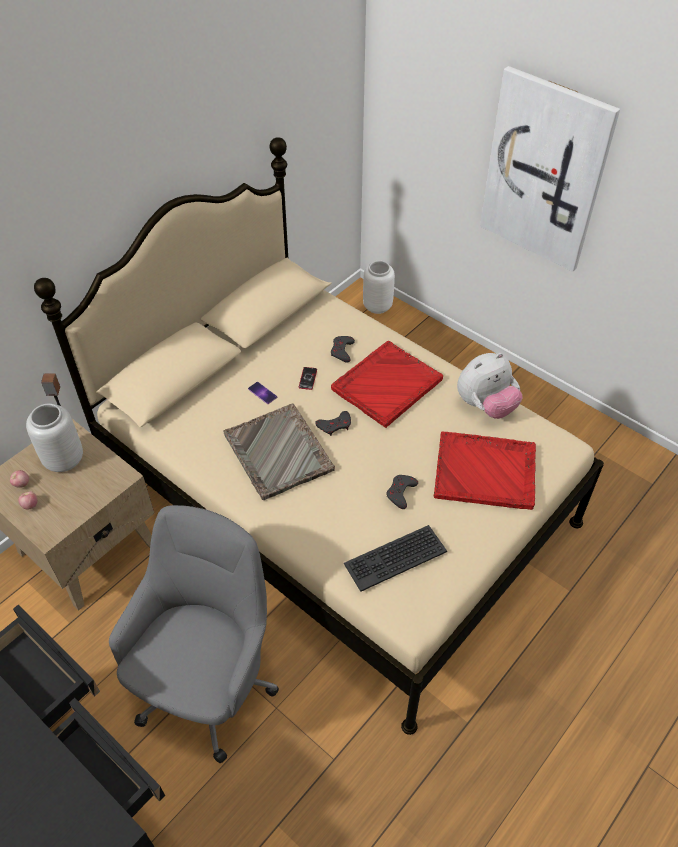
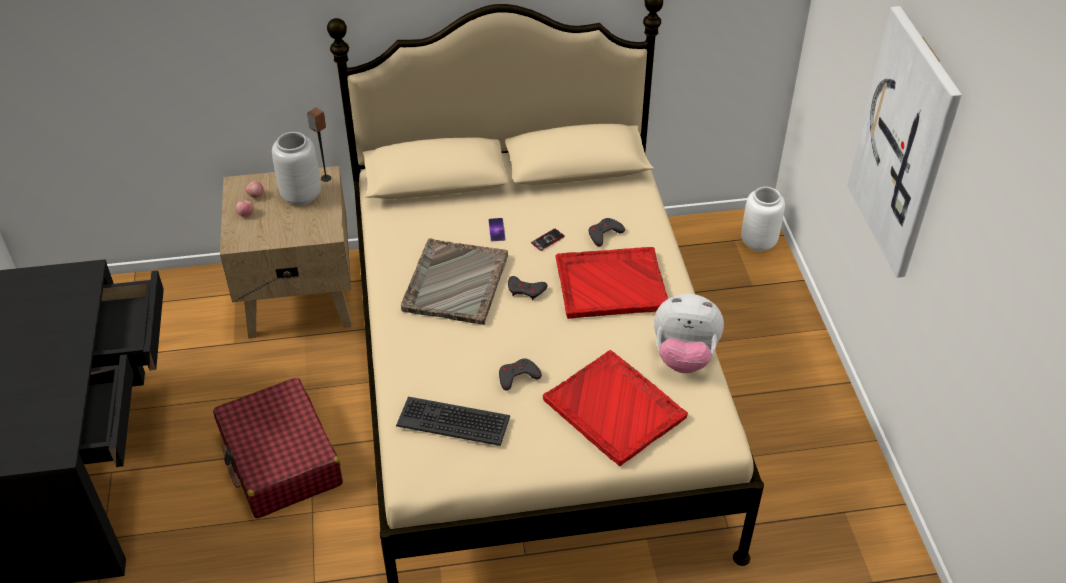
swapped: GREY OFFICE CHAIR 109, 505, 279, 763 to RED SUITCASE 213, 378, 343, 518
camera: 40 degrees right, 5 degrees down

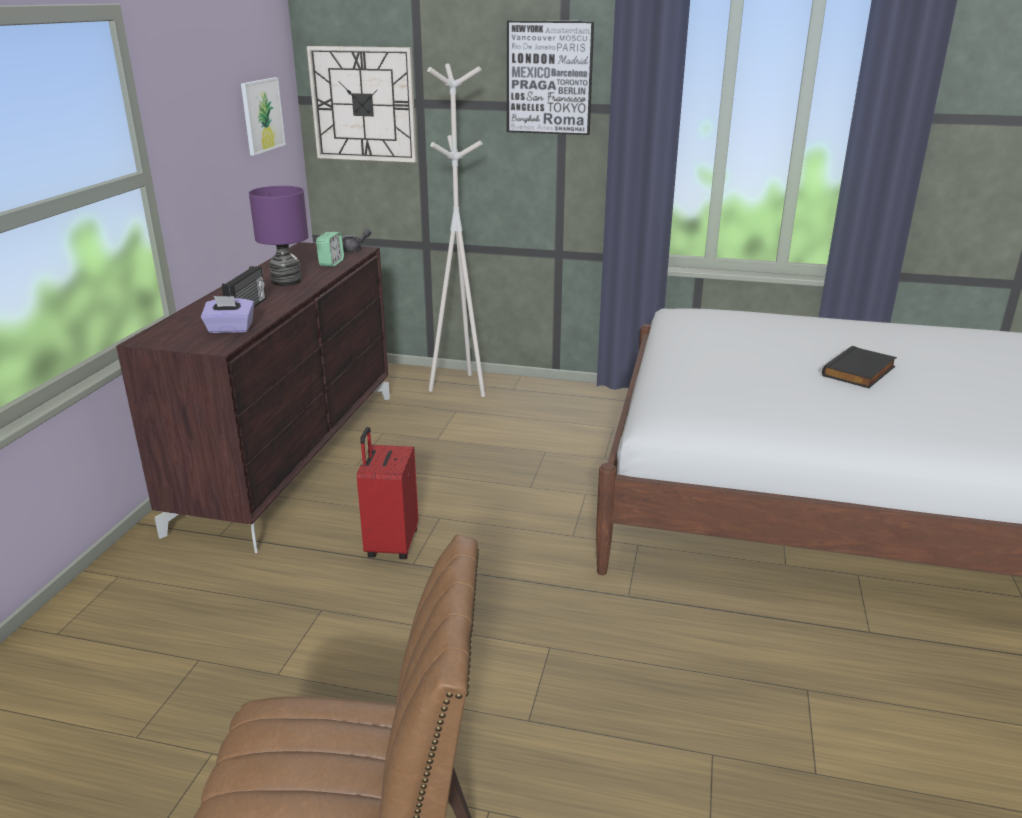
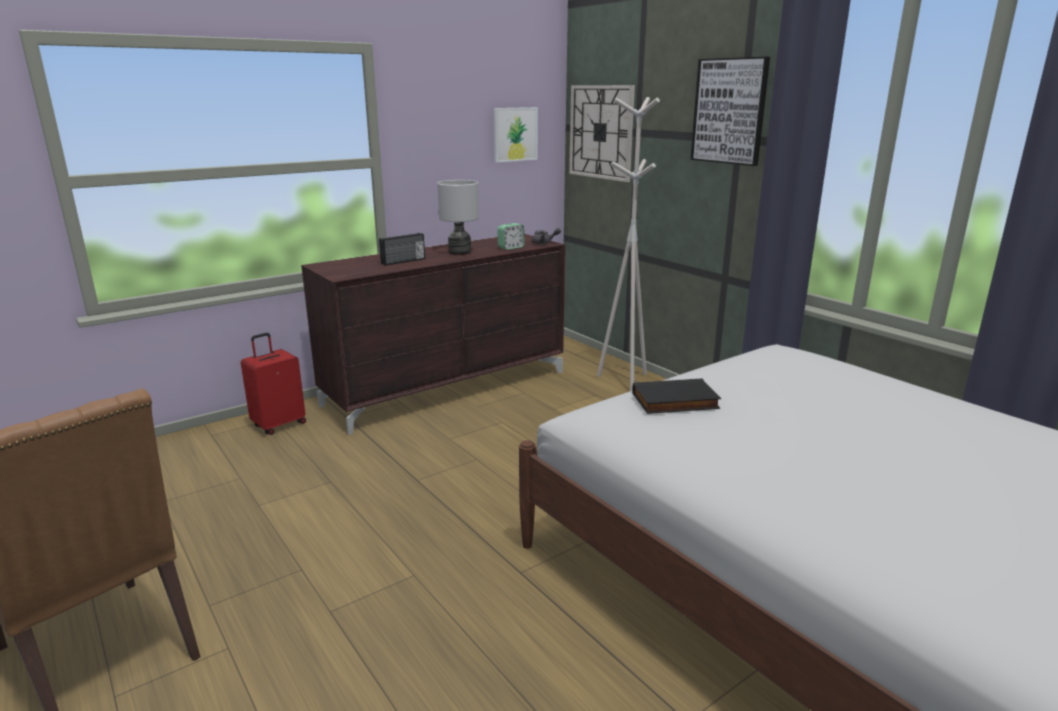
gone: PURPLE TISSUE BOX 201, 296, 254, 333
shifted: RED SUITCASE 357, 427, 418, 559 to 241, 333, 306, 435; BLACK BOOK 822, 346, 897, 388 to 632, 379, 721, 414
repainted: PURPLE TABLE LAMP 249, 186, 308, 286 to GREY TABLE LAMP 437, 180, 479, 255
camera: 40 degrees right, 5 degrees down

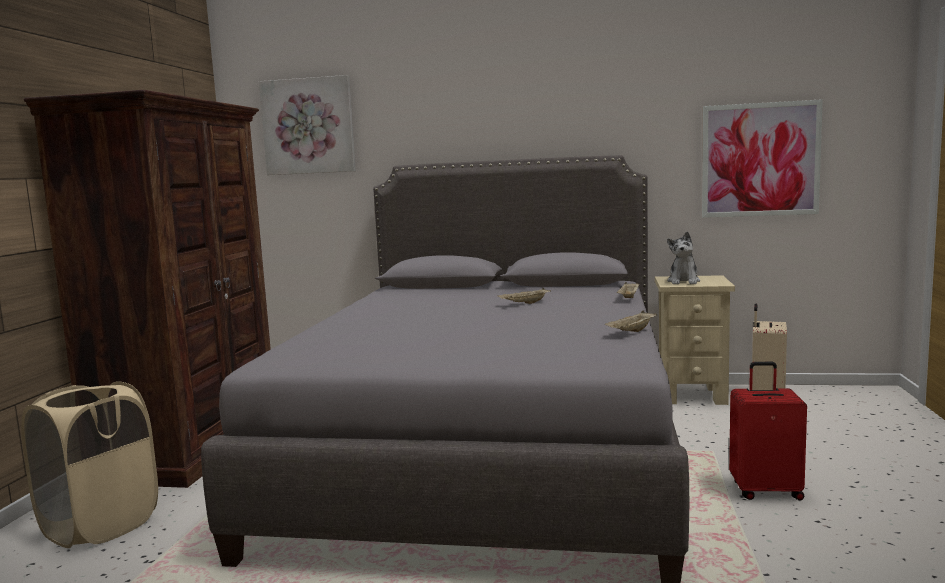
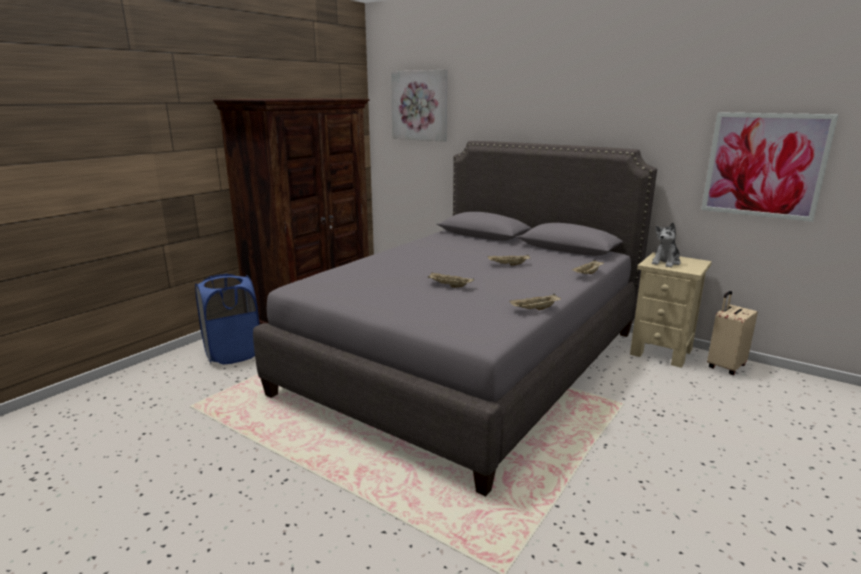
gone: RED SUITCASE 729, 362, 807, 500
new: BEIGE TRAY 428, 272, 474, 288
repainted: BEIGE LAUNDRY BASKET 21, 381, 158, 548 to BLUE LAUNDRY BASKET 195, 274, 260, 364
camera: 25 degrees right, 10 degrees up

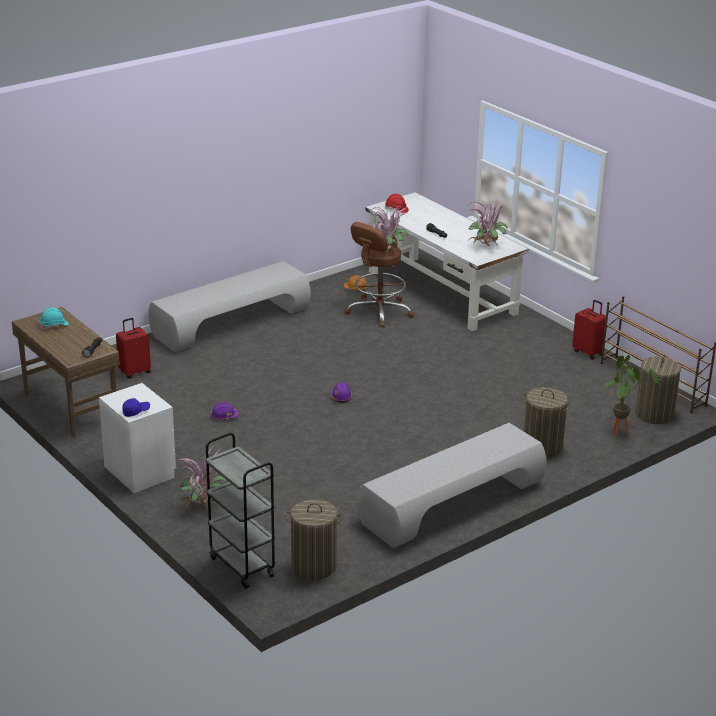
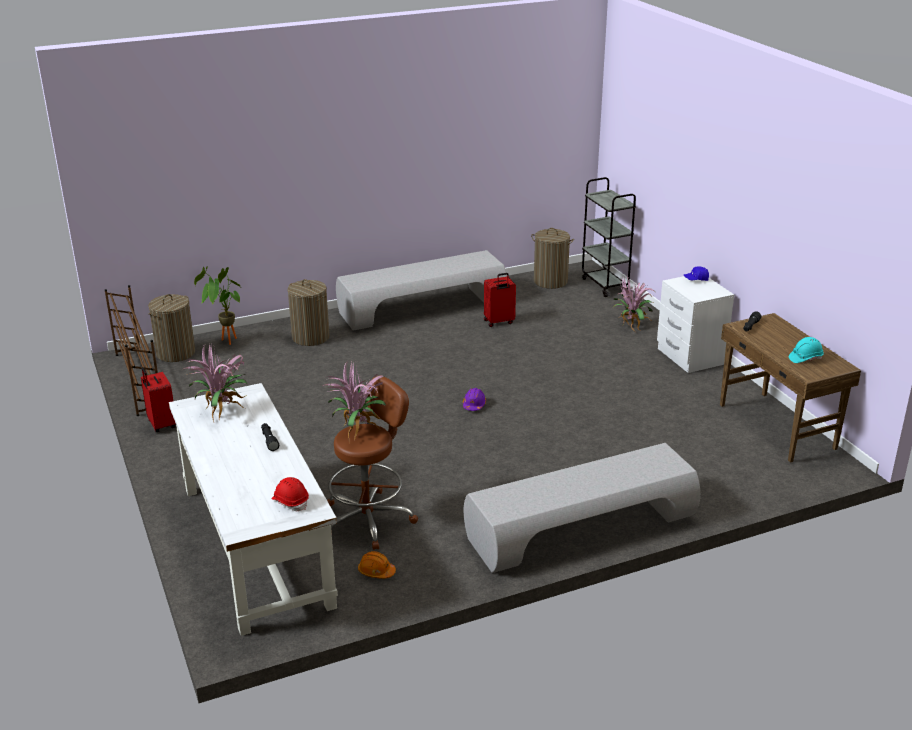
gone: PURPLE HARD HAT 211, 402, 240, 420
shifted: RED SUITCASE 116, 318, 151, 379 to 484, 273, 516, 327
camera: 165 degrees left, 0 degrees up

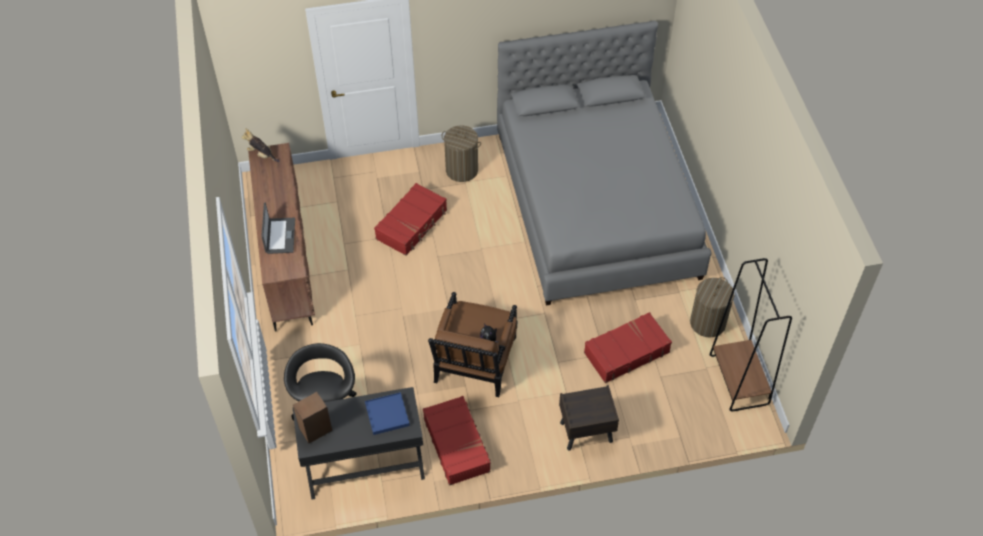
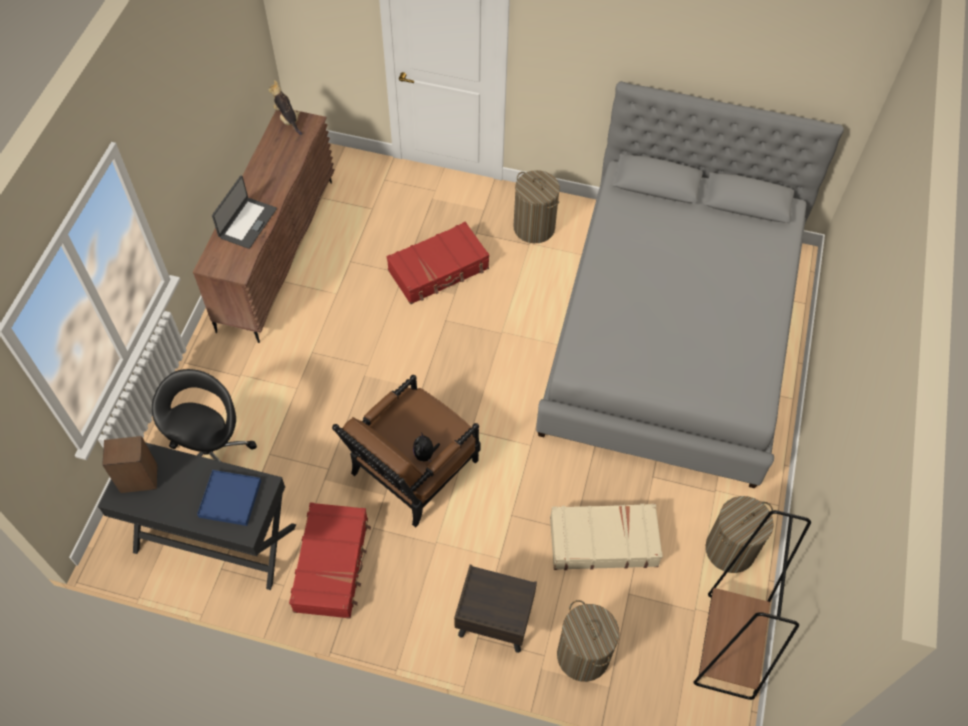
new: LAUNDRY BASKET 557, 600, 619, 682
repainted: RED SUITCASE 584, 312, 672, 383 to BEIGE SUITCASE 550, 503, 663, 570
camera: 25 degrees right, 5 degrees up

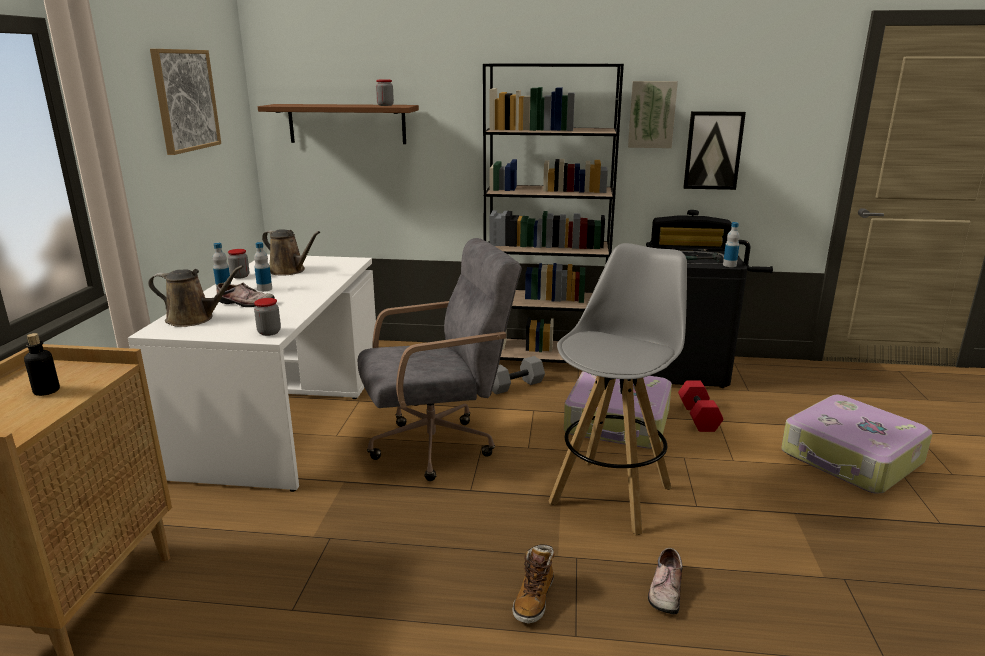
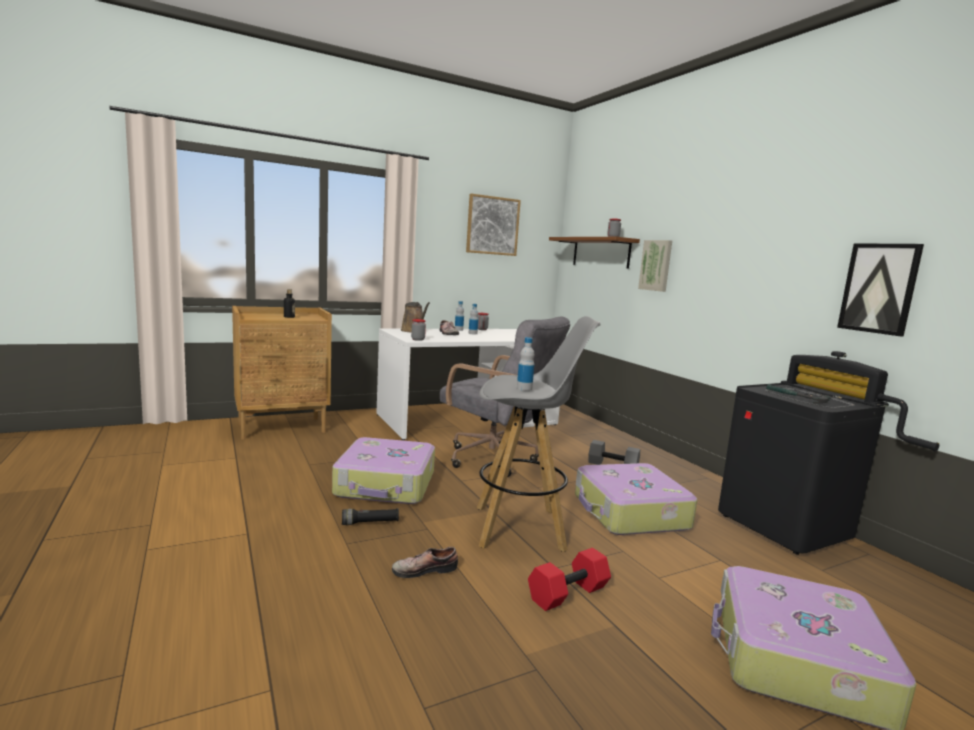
gone: BROWN WATERING CAN 262, 229, 320, 276; BEIGE BOOKCASE 483, 64, 624, 363
new: SUITCASE 332, 437, 435, 504
shifted: BOTTLE 723, 222, 740, 267 to 517, 337, 535, 391; RED DUMBBELL 678, 381, 724, 432 to 528, 548, 611, 611; PICTURE 628, 81, 678, 148 to 638, 240, 672, 292
swapped: BOOT 512, 545, 555, 624 to BLACK FLASHLIGHT 342, 508, 399, 525
camera: 55 degrees right, 10 degrees down

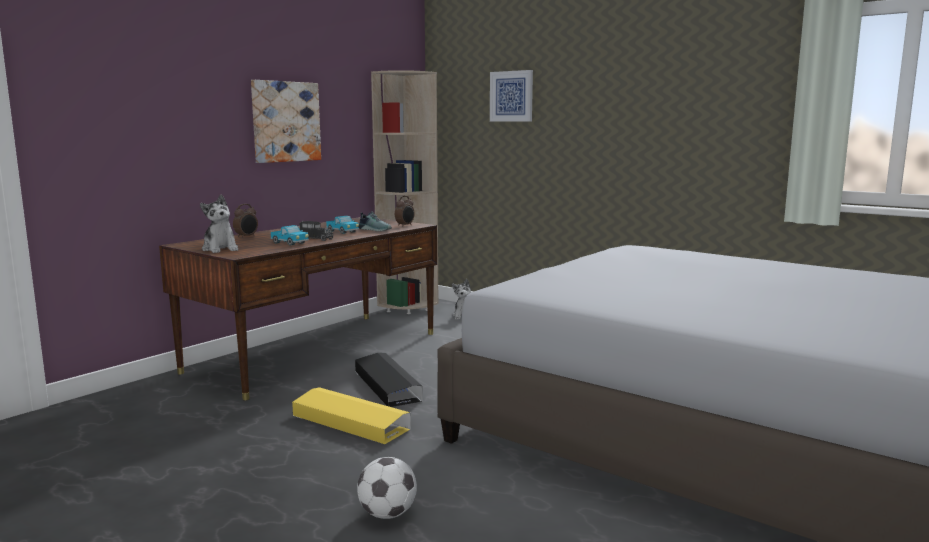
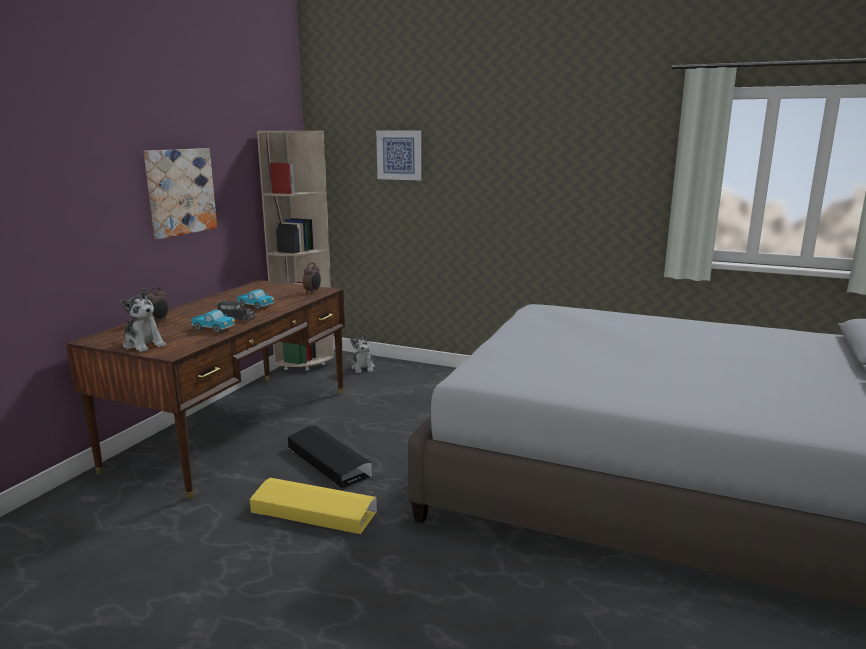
gone: FOOTBALL 357, 457, 417, 519; SHOE 359, 211, 392, 231
camera: 15 degrees left, 5 degrees up

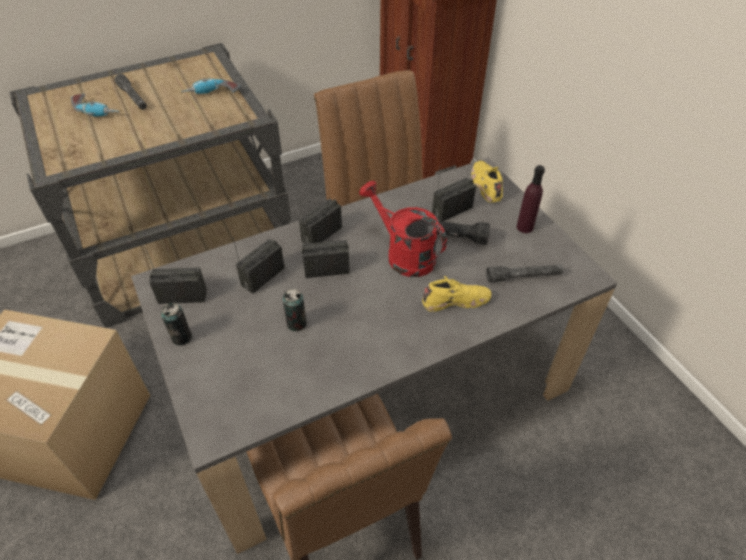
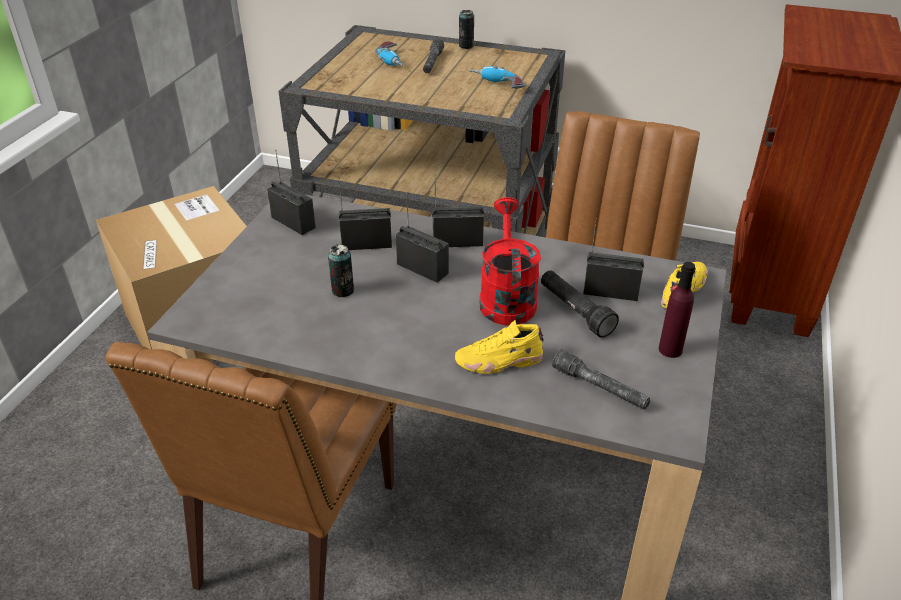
shifted: CAN 161, 303, 192, 346 to 459, 10, 474, 49
rotated: YELLOW SHOE 422, 276, 491, 312 = 455, 319, 544, 374 135 degrees clockwise
camera: 45 degrees right, 10 degrees down

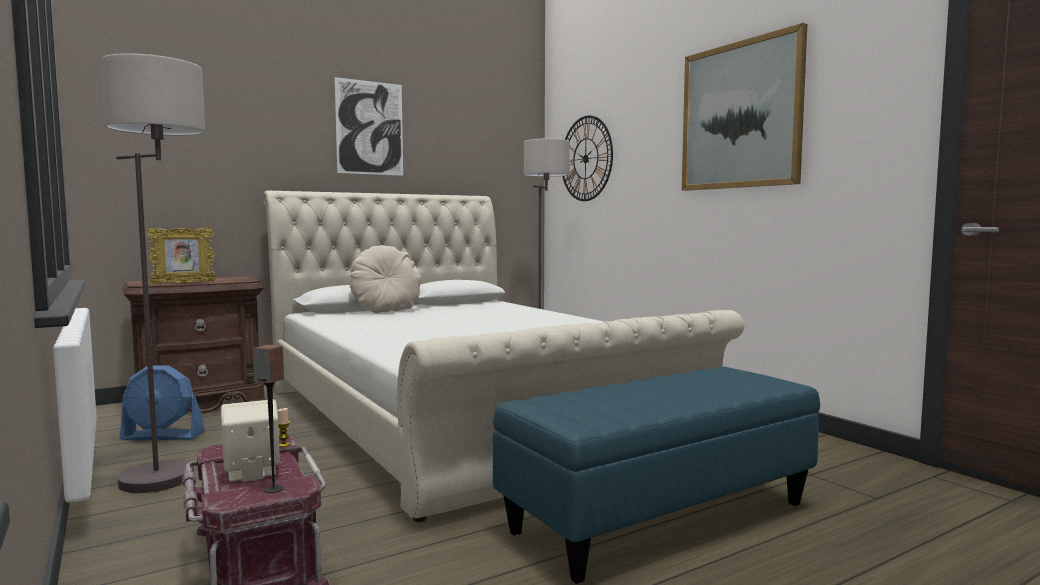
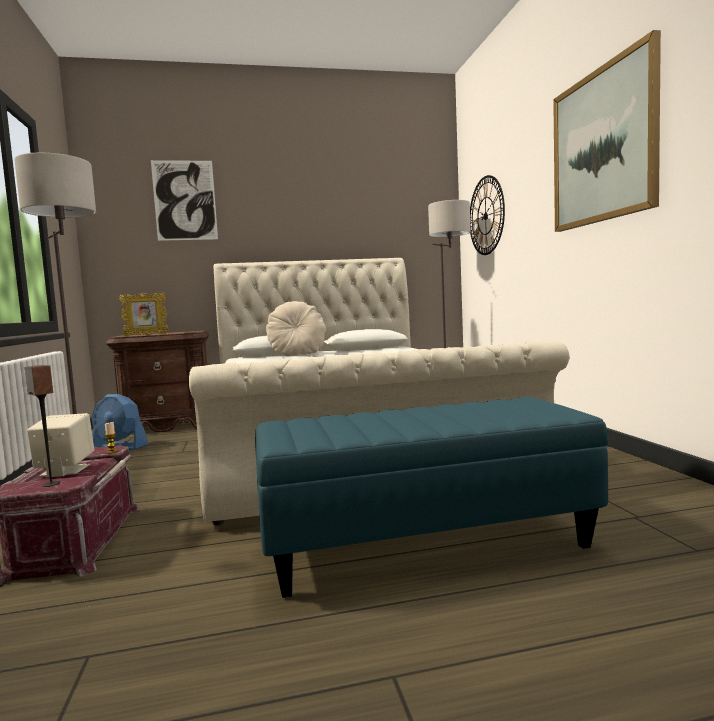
shifted: PICTURE 335, 77, 403, 176 to 151, 160, 218, 241
camera: 20 degrees right, 0 degrees up

